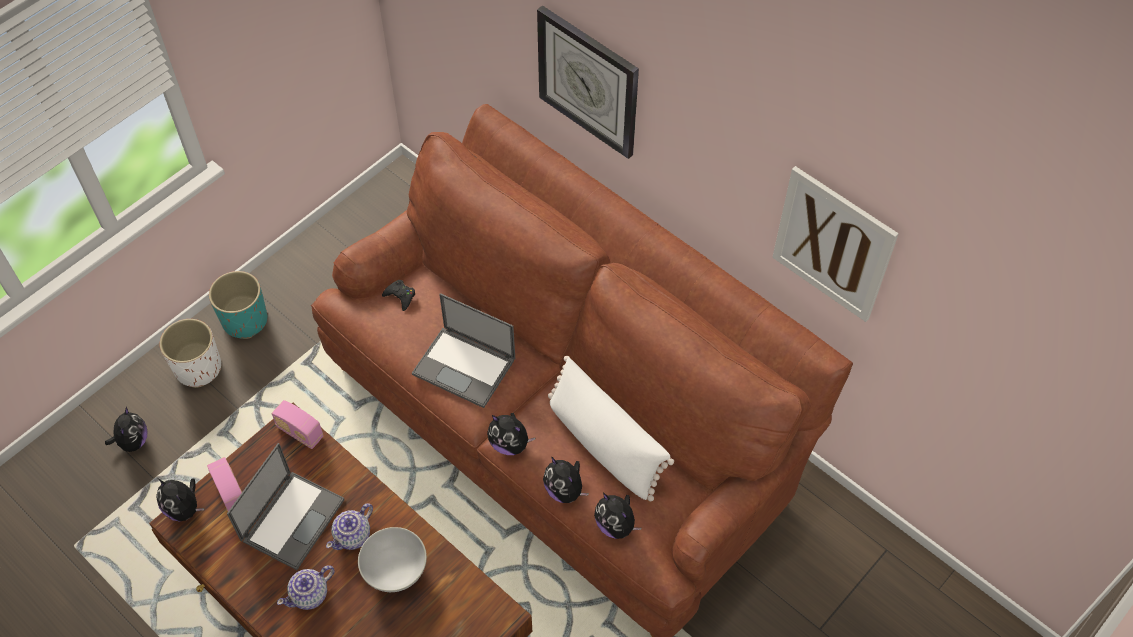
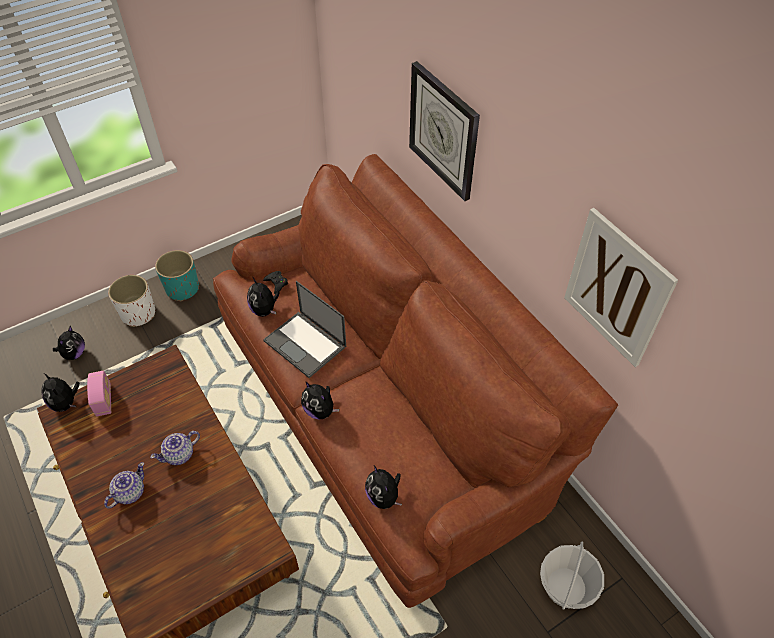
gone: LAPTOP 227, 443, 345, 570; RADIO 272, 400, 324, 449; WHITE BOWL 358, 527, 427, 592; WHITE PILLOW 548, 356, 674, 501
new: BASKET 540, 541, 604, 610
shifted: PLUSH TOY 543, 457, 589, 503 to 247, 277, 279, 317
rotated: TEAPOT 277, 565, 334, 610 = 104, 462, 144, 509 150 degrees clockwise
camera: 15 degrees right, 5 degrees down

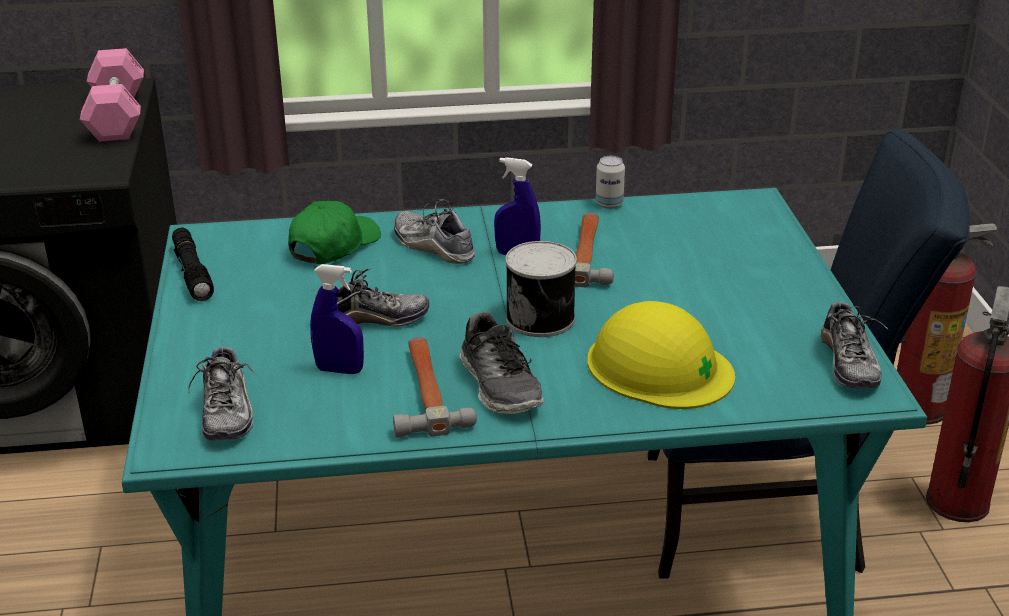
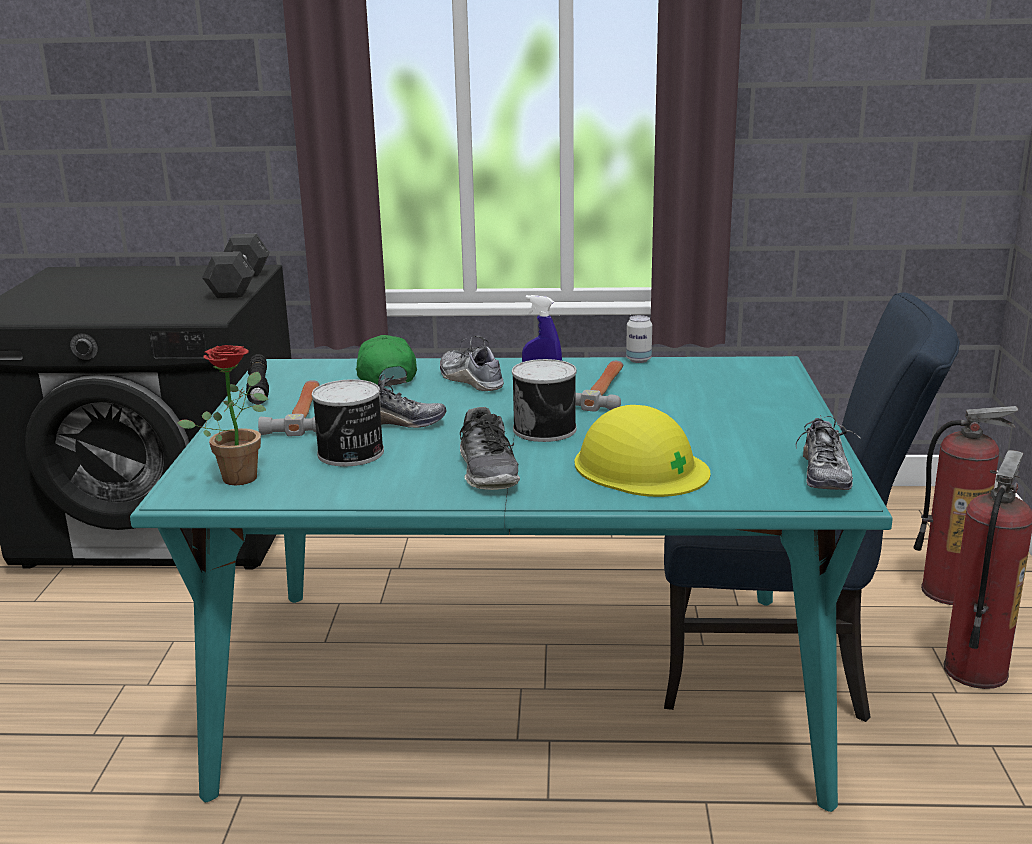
shifted: HAMMER 393, 337, 477, 438 to 258, 380, 320, 436
swapped: SHOE 189, 347, 256, 440 to POTTED PLANT 177, 345, 268, 485; BLUE SPRAY BOTTLE 310, 264, 364, 374 to CAN 312, 379, 384, 466
repainted: PINK DUMBBELL 80, 48, 144, 142 to GREY DUMBBELL 202, 234, 270, 298
rotated: GREEN CAP 288, 201, 381, 264 = 356, 335, 417, 387 60 degrees counterclockwise
camera: 10 degrees right, 10 degrees down

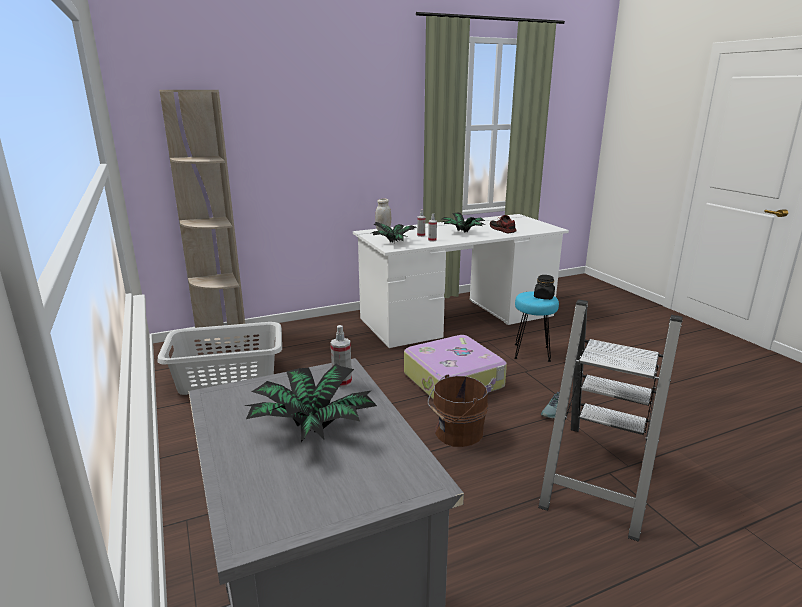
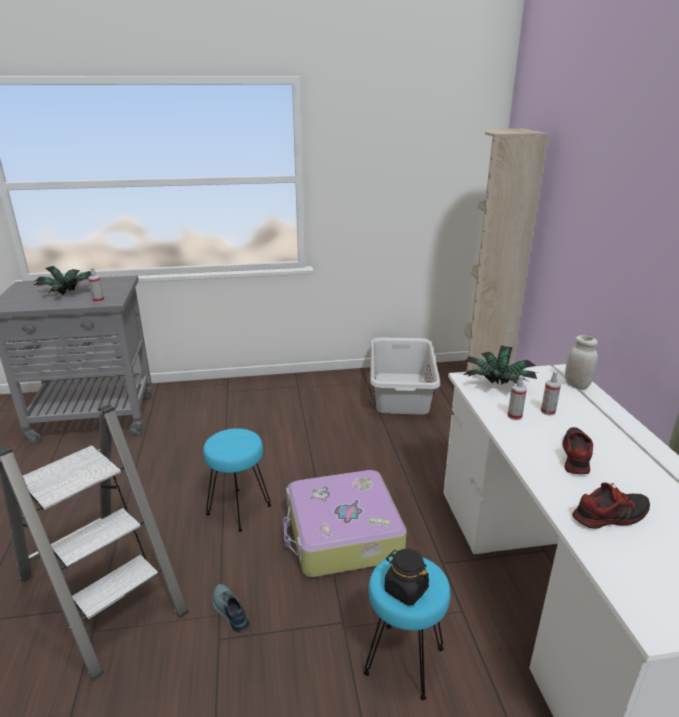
swapped: BROWN BUCKET 428, 375, 488, 447 to TURQUOISE STOOL 203, 428, 271, 532; POTTED PLANT 442, 213, 485, 232 to SHOE 563, 427, 593, 474
camera: 105 degrees right, 5 degrees up

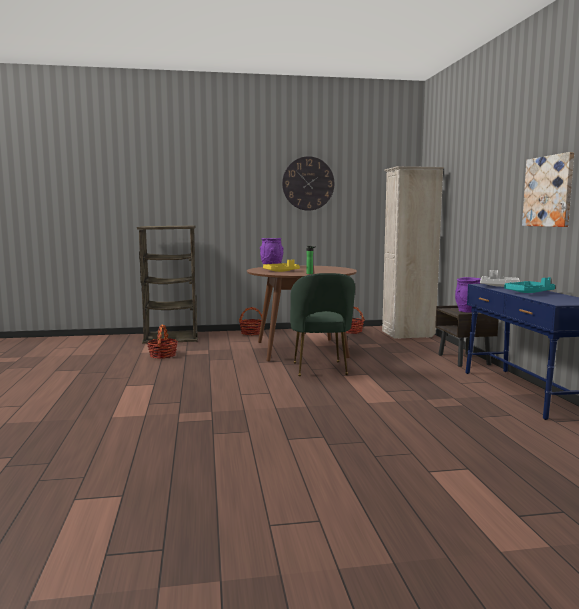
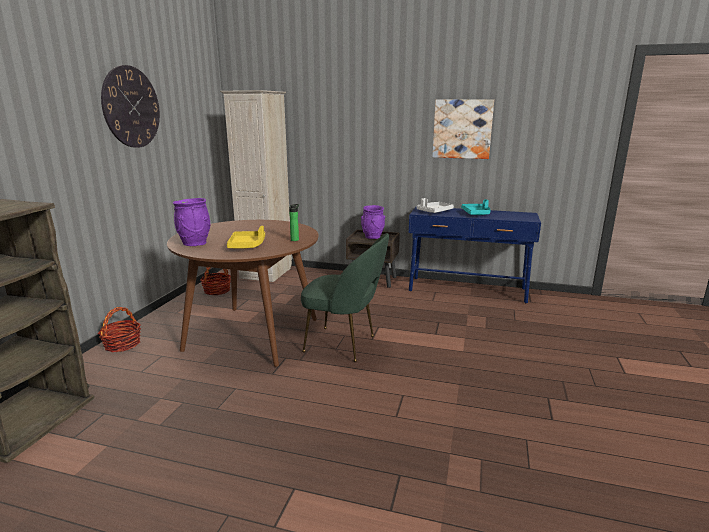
gone: BASKET 147, 324, 178, 359
camera: 65 degrees left, 10 degrees up

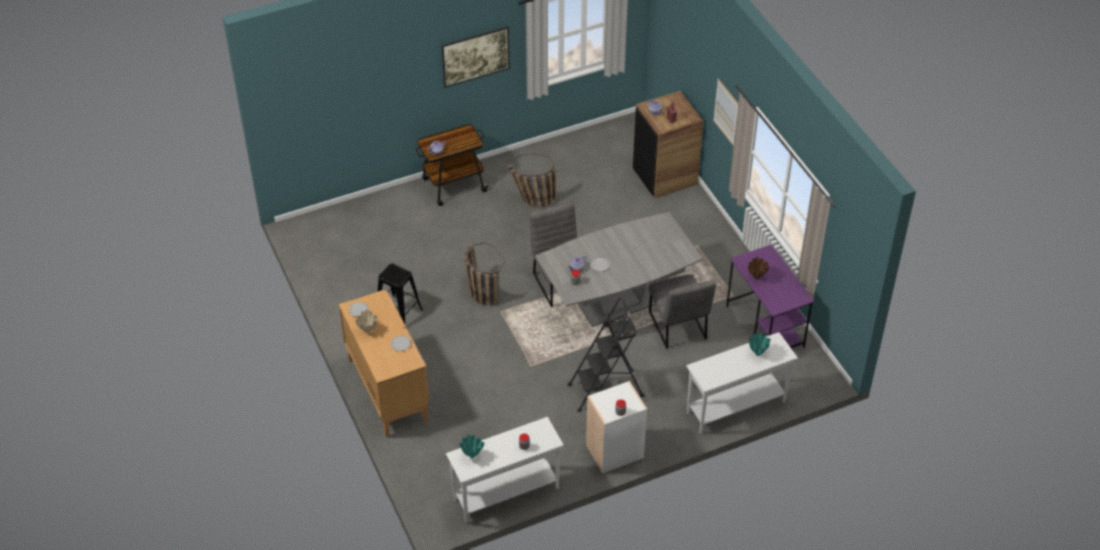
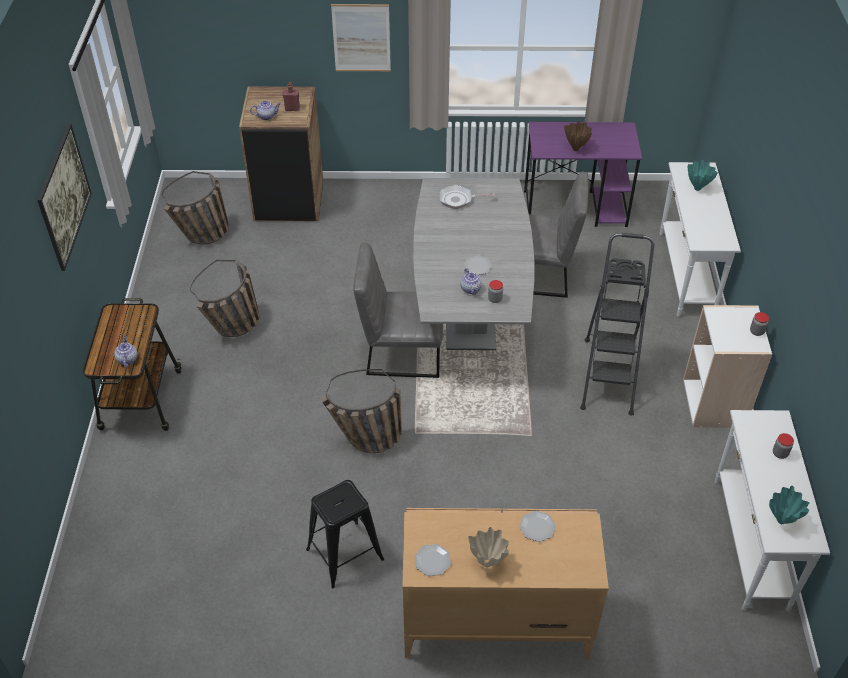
new: BASKET 162, 171, 229, 244; FRYING PAN 440, 185, 495, 210
camera: 65 degrees left, 0 degrees up

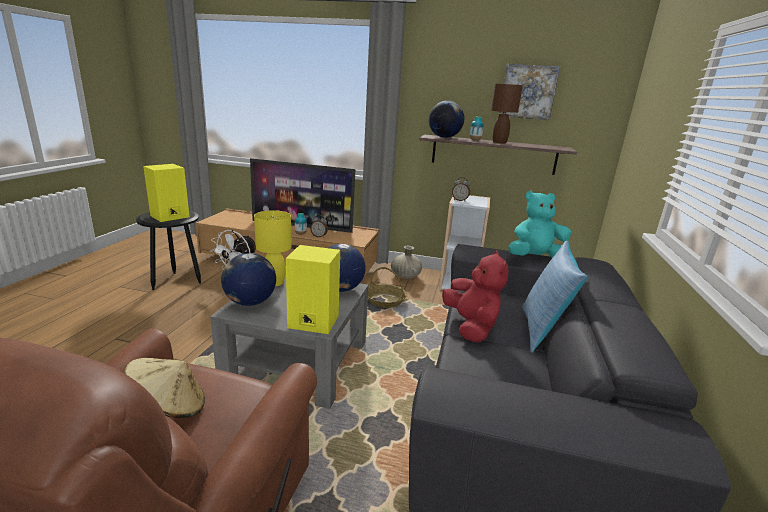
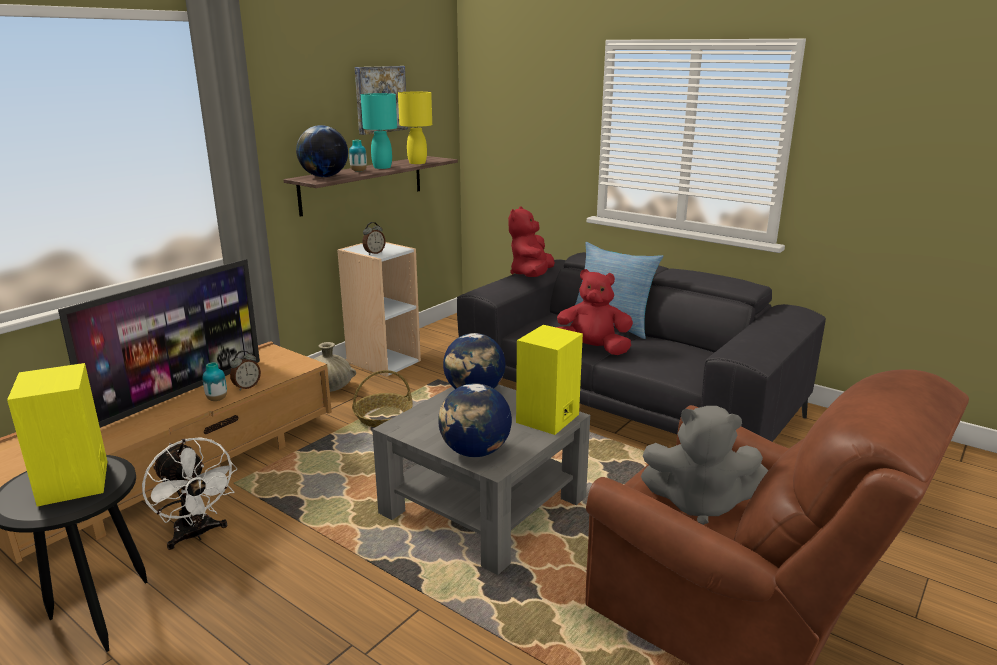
shifted: YELLOW TABLE LAMP 254, 210, 292, 286 to 398, 92, 432, 164
swapped: BEIGE HAT 124, 358, 205, 418 to GREY PLUSH TOY 641, 406, 768, 525
repainted: BROWN TABLE LAMP 491, 84, 523, 144 to TURQUOISE TABLE LAMP 361, 93, 397, 169; TURQUOISE PLUSH TOY 508, 191, 571, 258 to RED PLUSH TOY 508, 206, 555, 277
camera: 65 degrees left, 0 degrees up

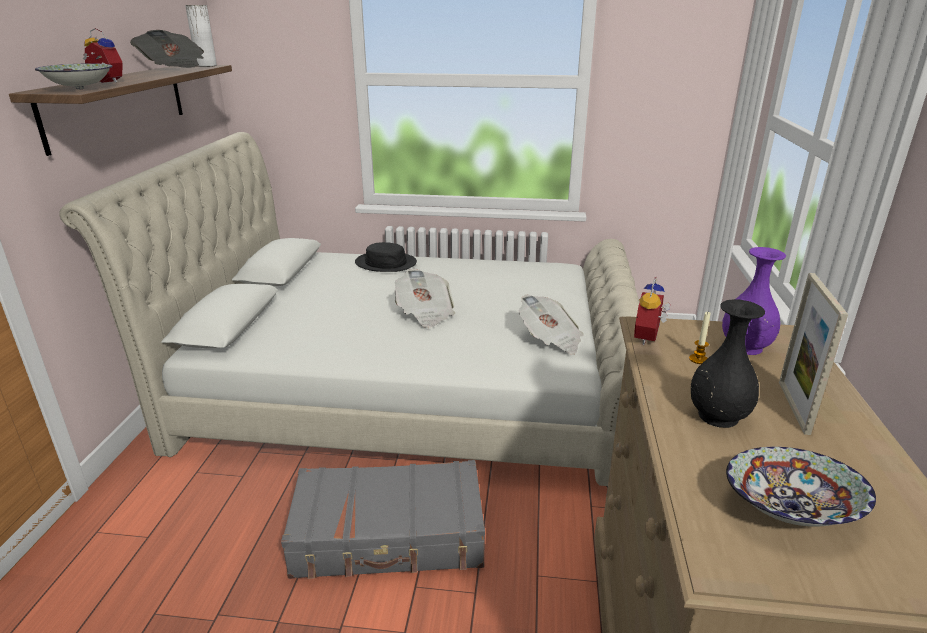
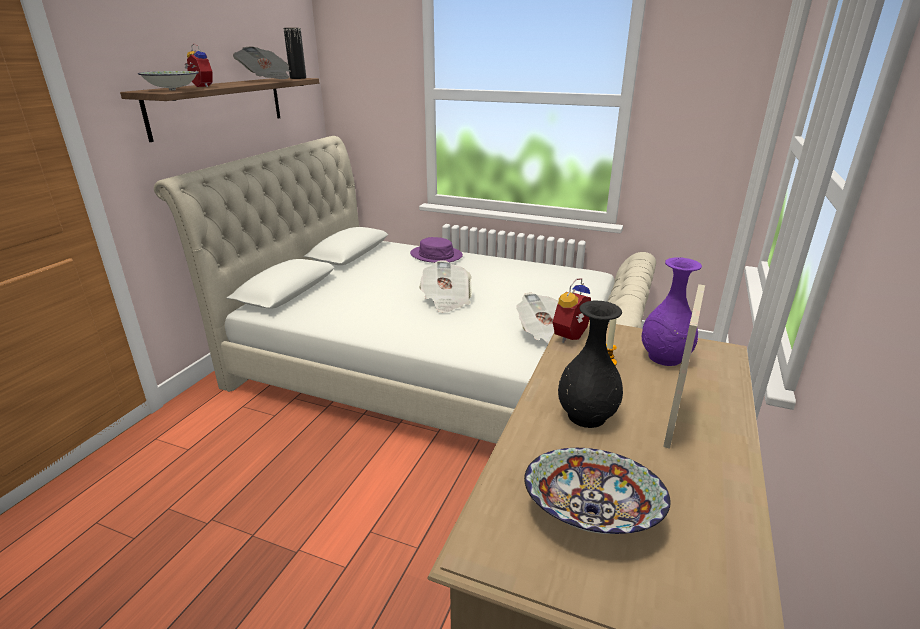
gone: GREY SUITCASE 281, 460, 485, 579
repainted: WHITE VASE 185, 5, 217, 67 to BLACK VASE 284, 28, 306, 79; BLACK HAT 355, 242, 417, 272 to PURPLE HAT 410, 237, 463, 263
camera: 15 degrees right, 0 degrees up

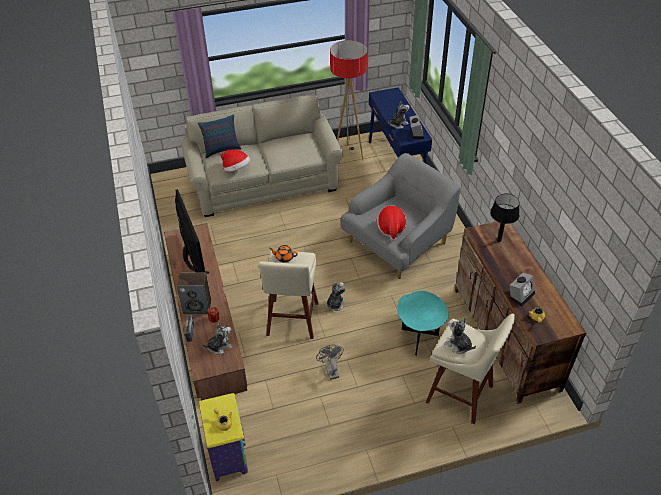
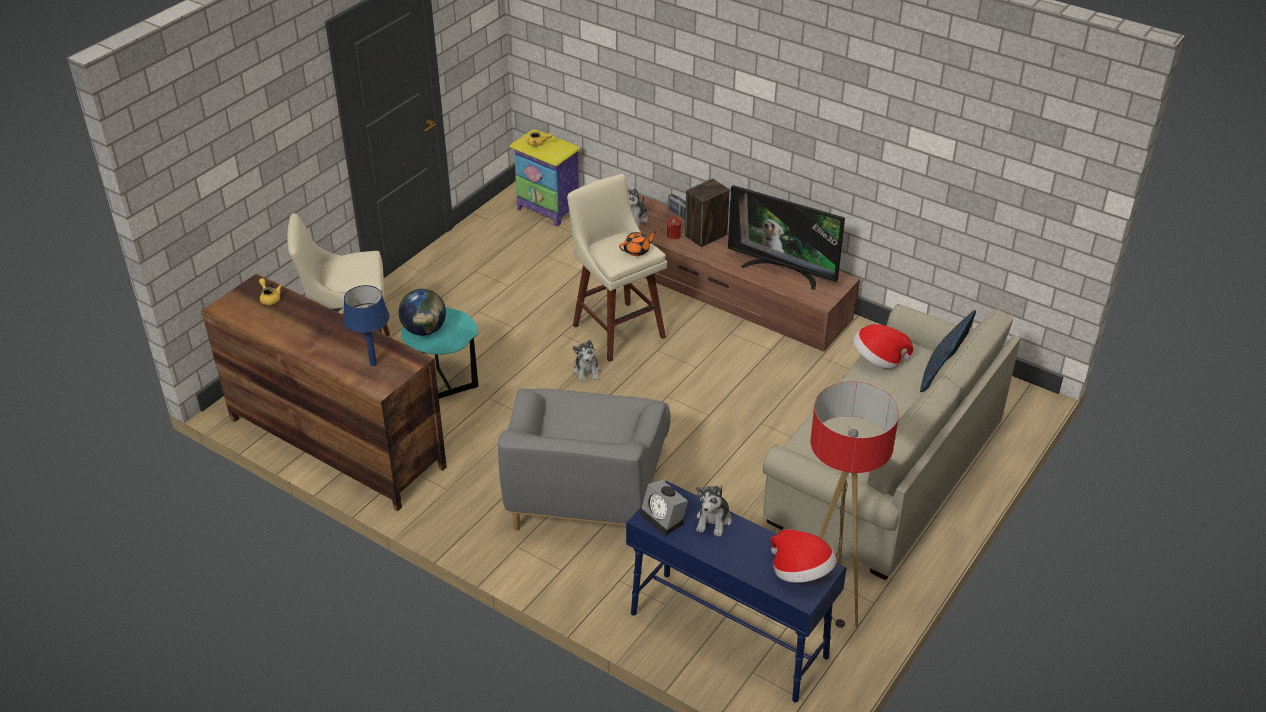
gone: GREY FAN 316, 344, 344, 380; PLUSH TOY 444, 318, 476, 354; ALARM CLOCK 509, 273, 535, 307
new: GLOBE 399, 289, 446, 336
shifted: HAT 377, 205, 406, 241 to 771, 529, 837, 583
repainted: BLACK TABLE LAMP 490, 194, 519, 242 to BLUE TABLE LAMP 343, 285, 389, 367
camera: 140 degrees right, 5 degrees down

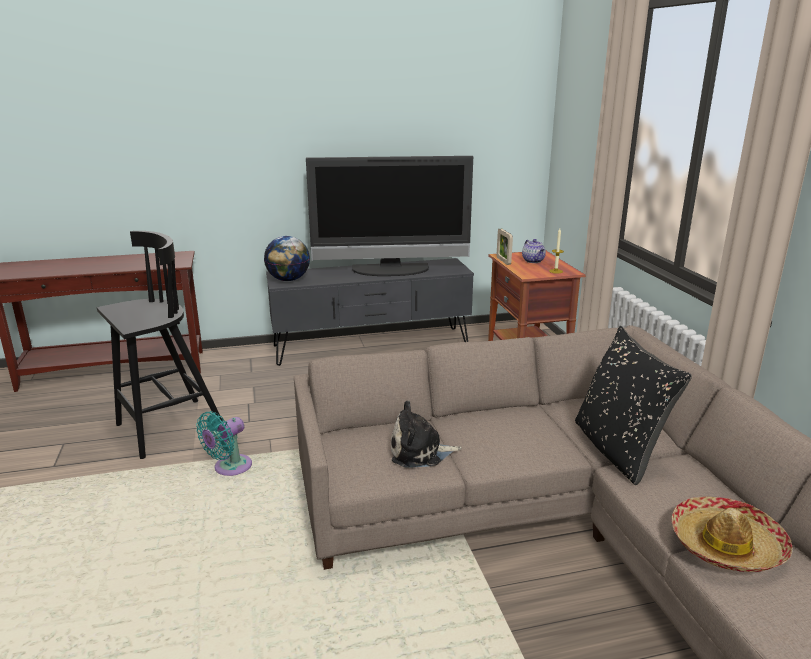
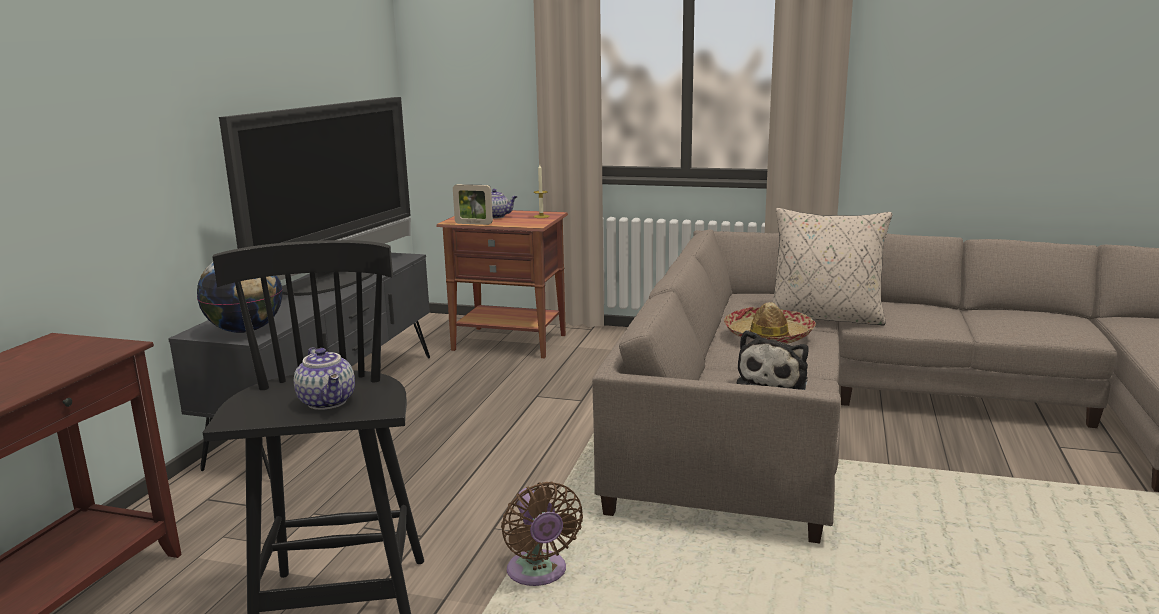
new: TEAPOT 294, 347, 355, 410
shifted: HAT 672, 496, 793, 572 to 724, 302, 816, 344
repainted: TURQUOISE FAN 196, 411, 252, 476 to BROWN FAN 501, 482, 583, 586; BLACK PILLOW 575, 326, 692, 485 to BEIGE PILLOW 772, 208, 893, 326
camera: 60 degrees left, 5 degrees down

